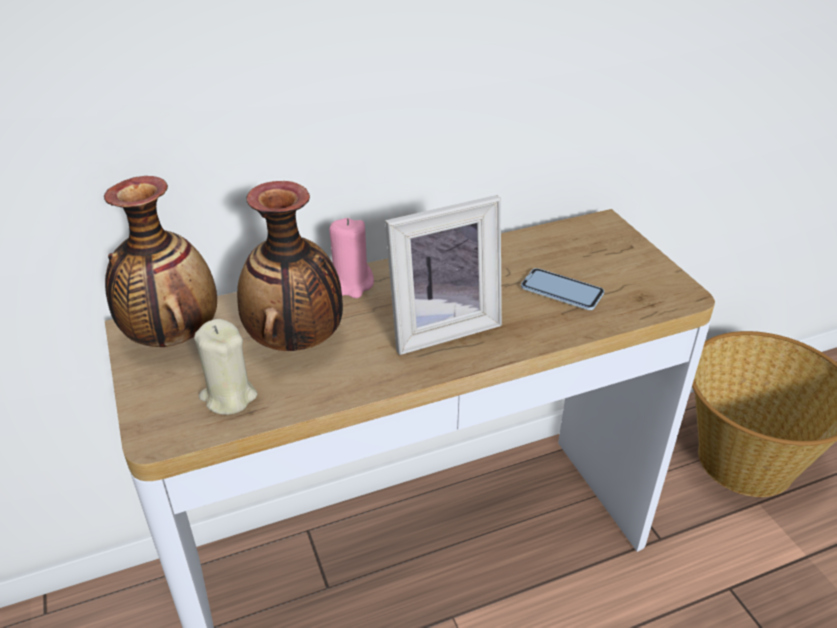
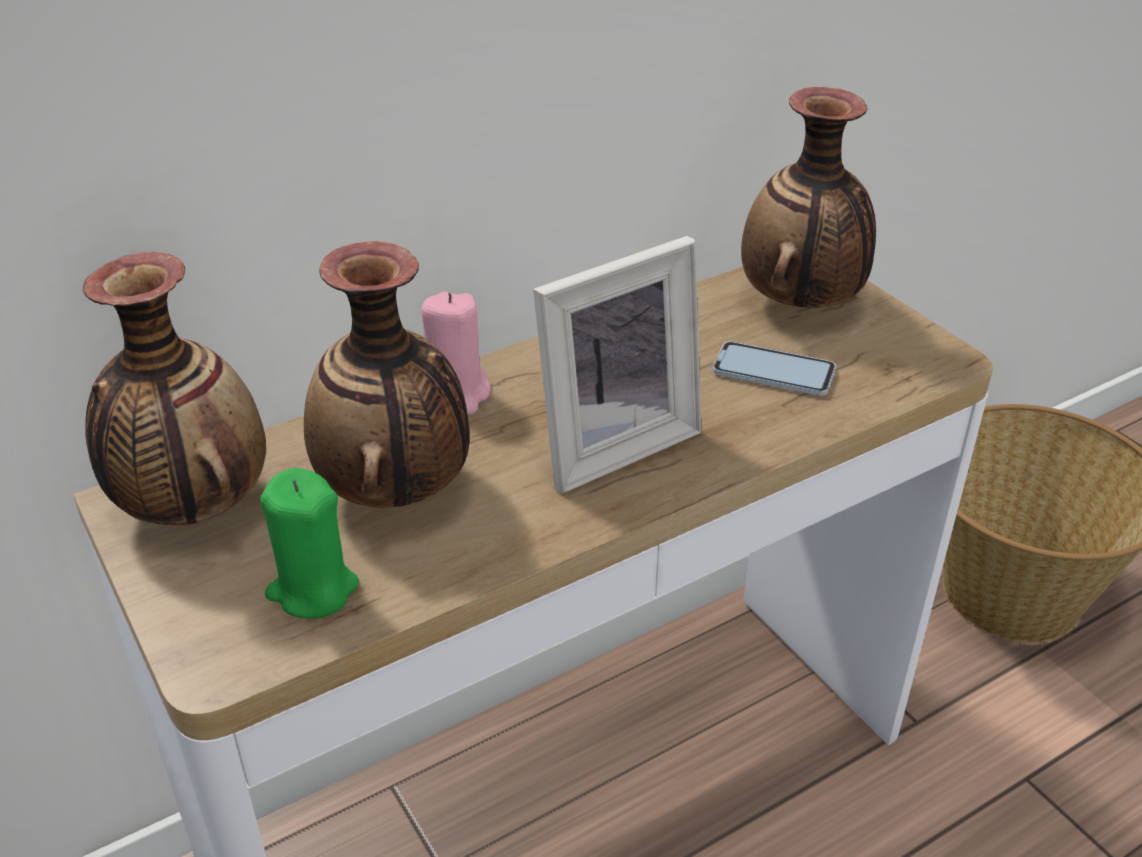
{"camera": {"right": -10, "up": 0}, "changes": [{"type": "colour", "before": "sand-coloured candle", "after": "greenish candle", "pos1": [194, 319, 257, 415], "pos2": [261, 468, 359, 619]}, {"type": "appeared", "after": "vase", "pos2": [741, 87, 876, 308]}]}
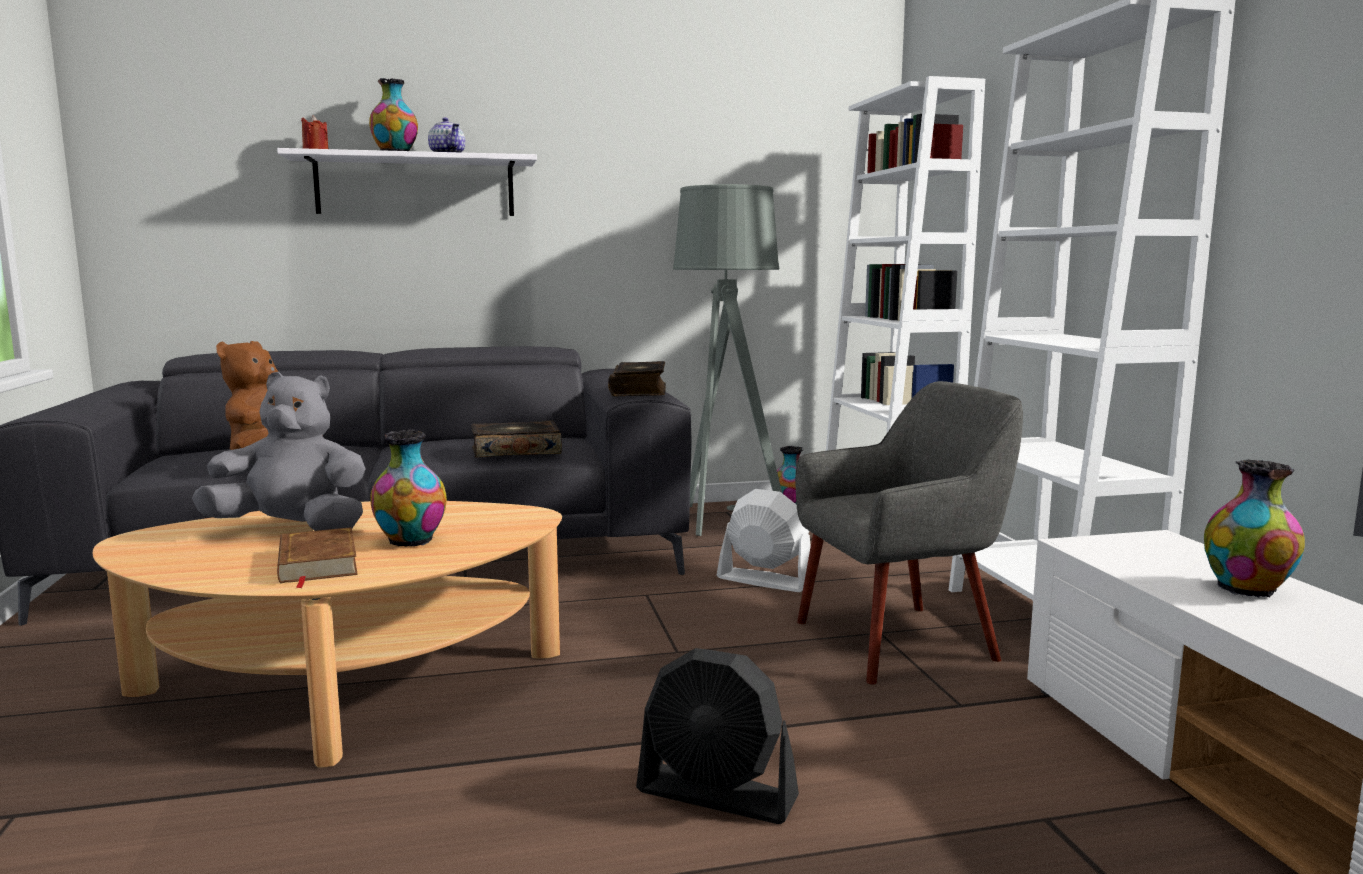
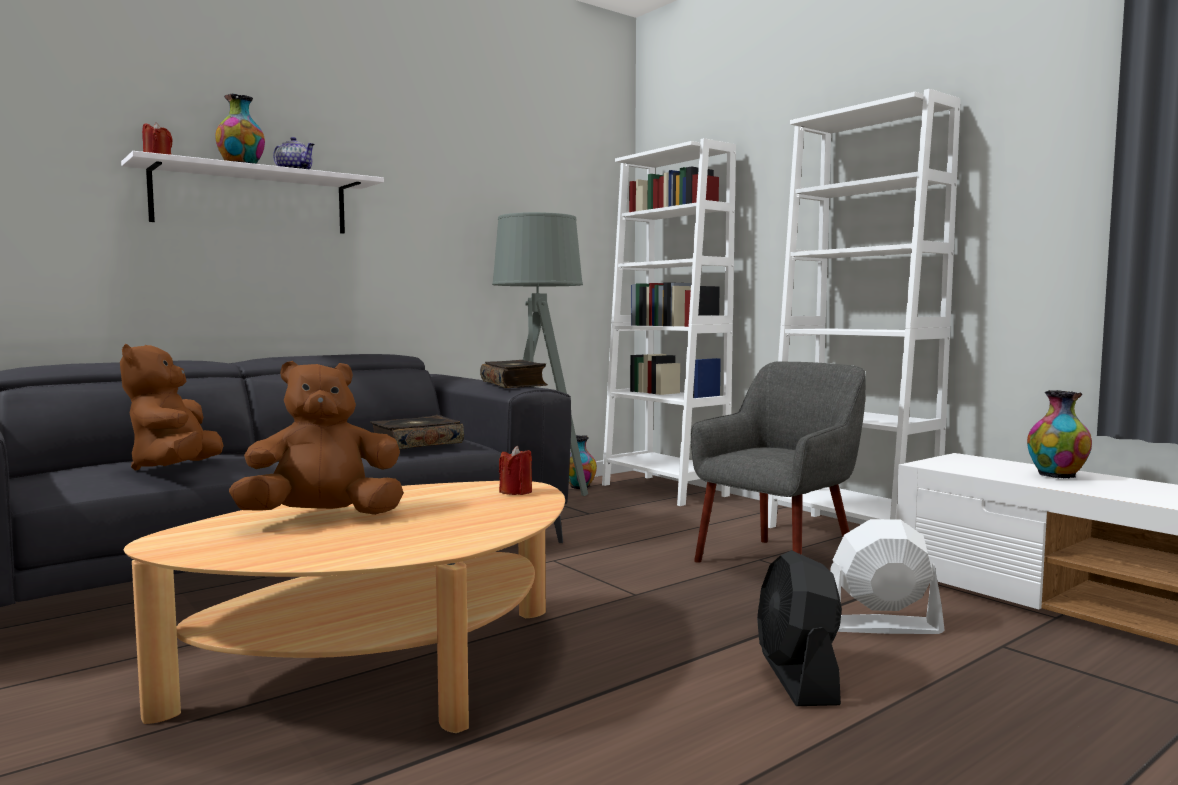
{"camera": {"right": -25, "up": -5}, "changes": [{"type": "colour", "before": "greyish plush toy", "after": "brown-coloured plush toy", "pos1": [192, 372, 366, 531], "pos2": [229, 361, 404, 515]}, {"type": "missing", "before": "brown-coloured volume", "pos1": [277, 527, 358, 588]}, {"type": "missing", "before": "vase", "pos1": [370, 429, 447, 547]}, {"type": "spun", "before": "blackish cooling fan", "pos1": [636, 648, 799, 824], "pos2": [757, 551, 842, 706], "turn": 90}, {"type": "relocated", "before": "whitish cooling fan", "pos1": [717, 489, 811, 592], "pos2": [830, 519, 945, 634]}, {"type": "appeared", "after": "reddish candle", "pos2": [499, 446, 532, 495]}]}
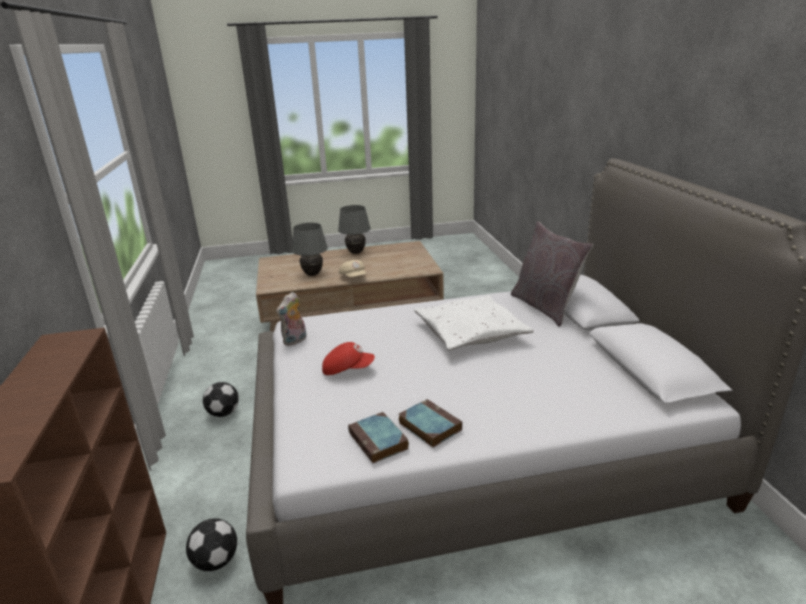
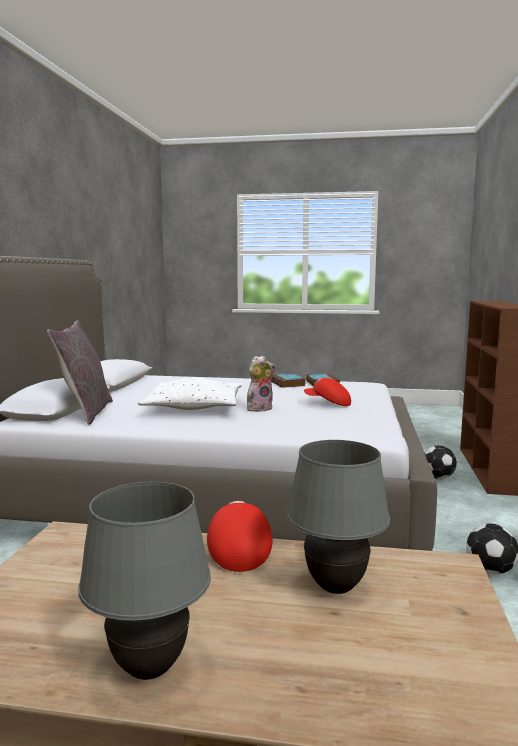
{"camera": {"right": -160, "up": -15}, "changes": [{"type": "relocated", "before": "plush toy", "pos1": [276, 292, 307, 346], "pos2": [247, 356, 276, 412]}, {"type": "colour", "before": "sand-coloured peaked cap", "after": "reddish peaked cap", "pos1": [339, 260, 366, 277], "pos2": [207, 501, 272, 572]}]}
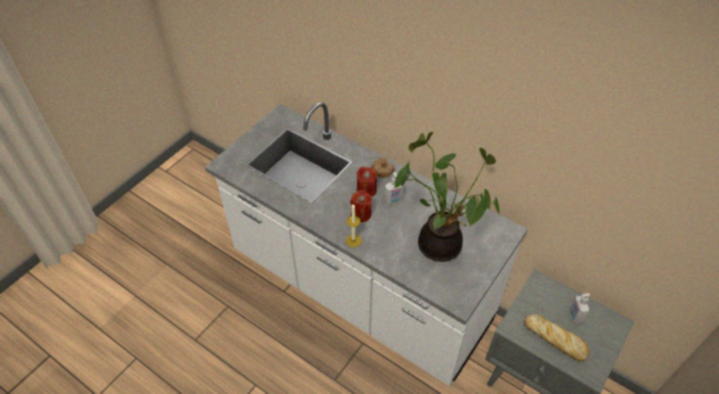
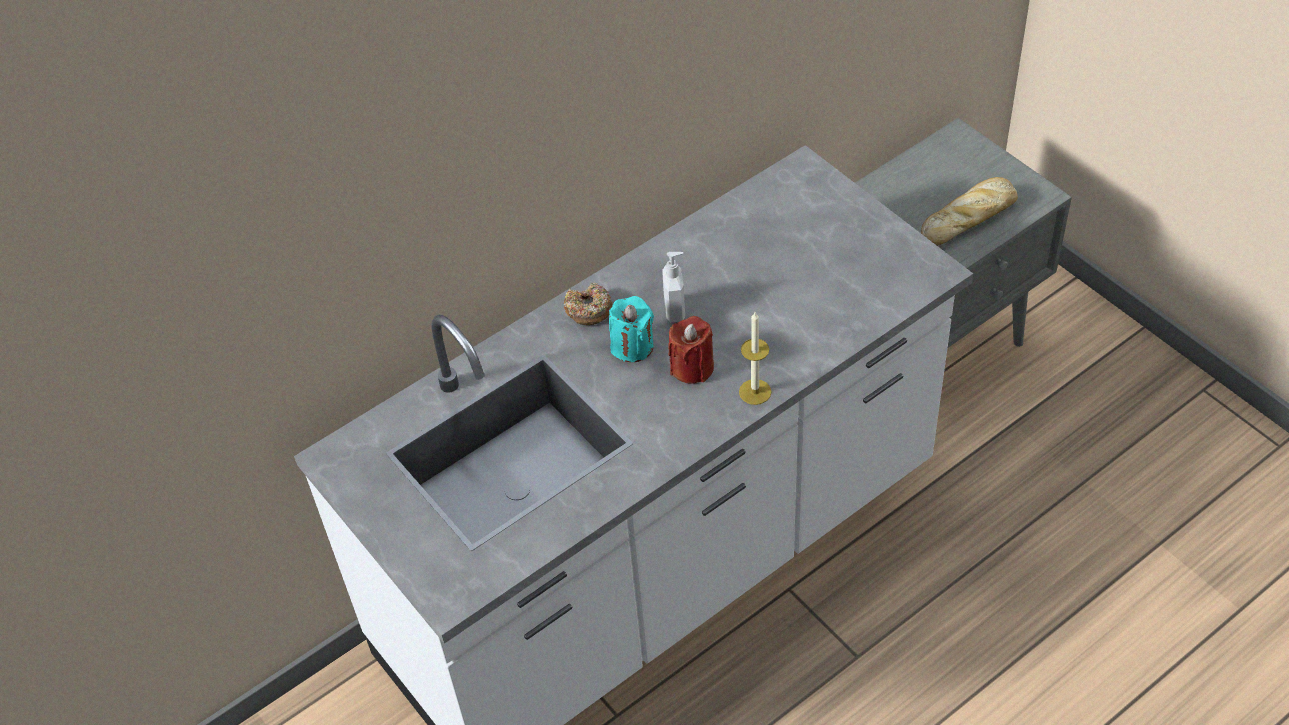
{"camera": {"right": -70, "up": 0}, "changes": [{"type": "colour", "before": "reddish candle", "after": "turquoise candle", "pos1": [357, 167, 377, 197], "pos2": [609, 296, 654, 362]}, {"type": "missing", "before": "plant in a pot", "pos1": [395, 132, 499, 262]}, {"type": "missing", "before": "soap bottle", "pos1": [570, 293, 590, 323]}]}
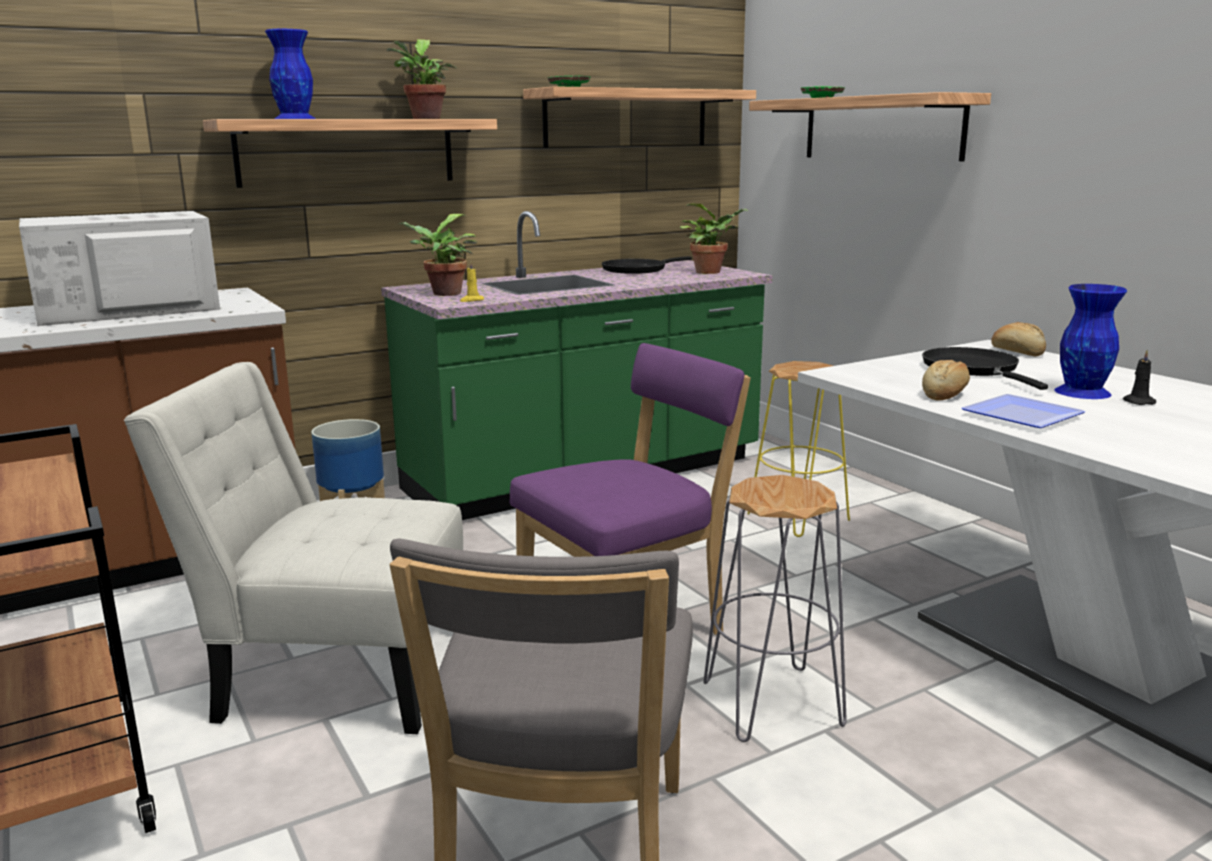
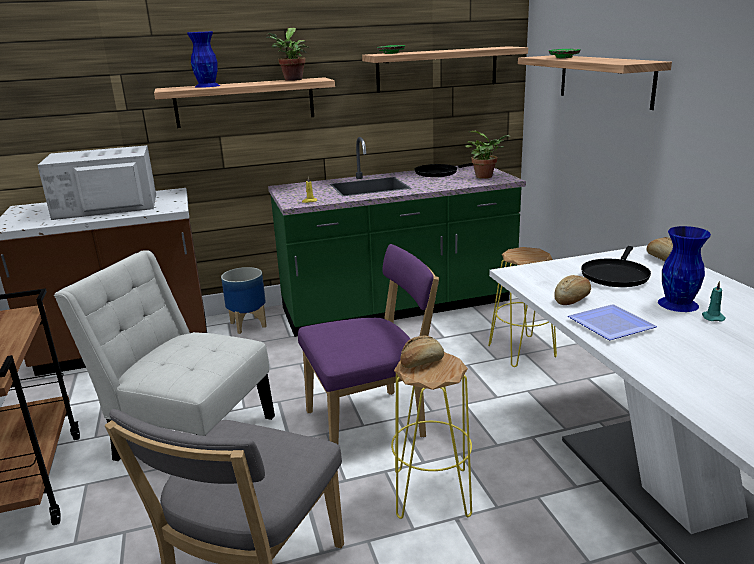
{"camera": {"right": 15, "up": 5}, "changes": [{"type": "missing", "before": "plant in a pot", "pos1": [398, 214, 478, 296]}, {"type": "colour", "before": "greyish stool", "after": "yellow stool", "pos1": [703, 475, 847, 742], "pos2": [391, 352, 472, 519]}, {"type": "spun", "before": "blackish frying pan", "pos1": [922, 347, 1048, 390], "pos2": [581, 246, 651, 287], "turn": -150}, {"type": "colour", "before": "blackish candle", "after": "turquoise candle", "pos1": [1123, 350, 1156, 405], "pos2": [702, 281, 726, 322]}, {"type": "appeared", "after": "baked bread", "pos2": [400, 336, 444, 368]}]}
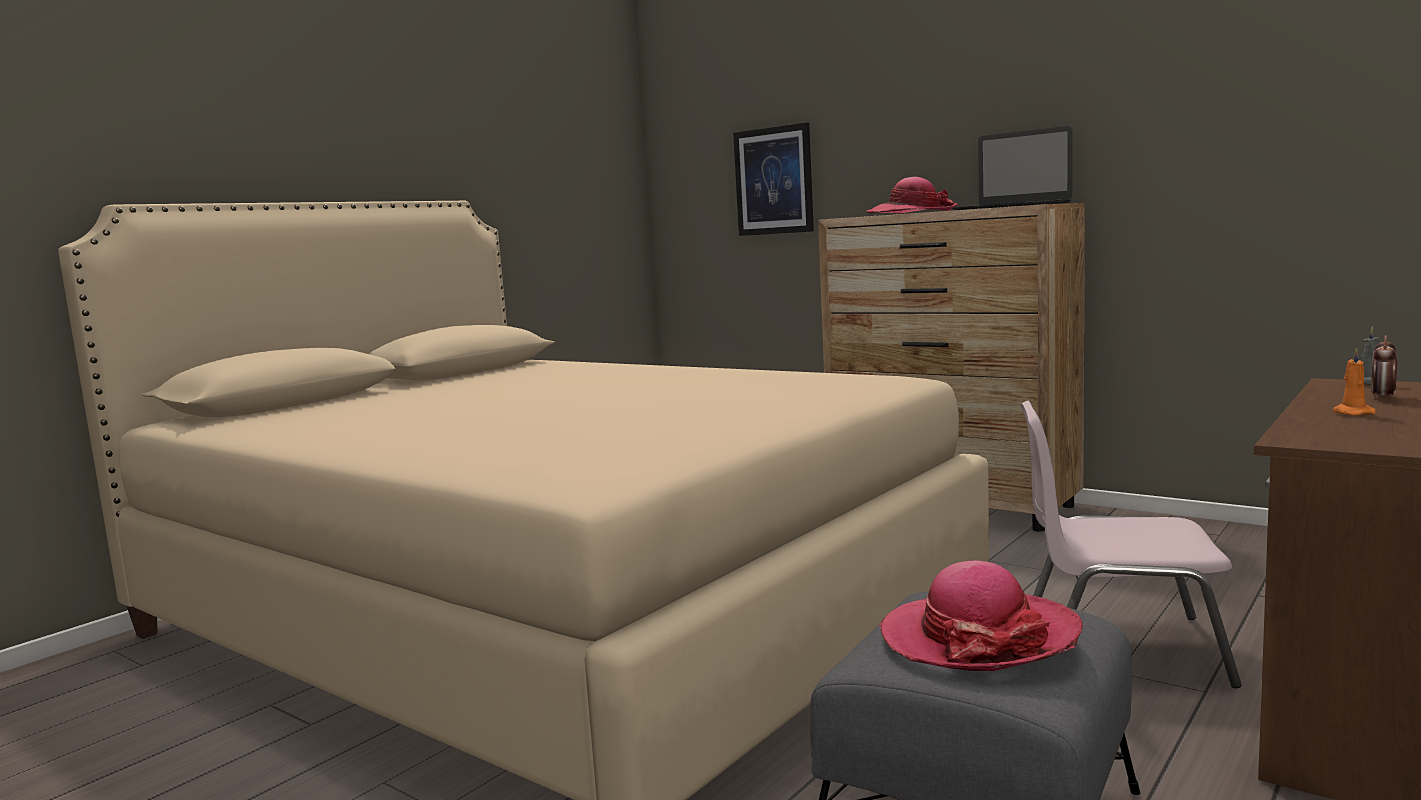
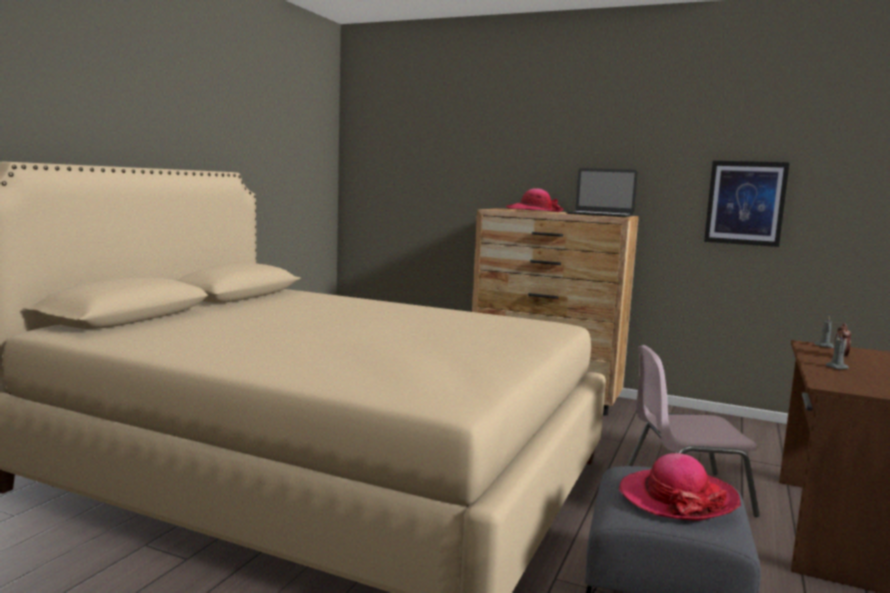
{"camera": {"right": -15, "up": 0}, "changes": [{"type": "relocated", "before": "picture", "pos1": [733, 122, 814, 236], "pos2": [704, 161, 790, 247]}, {"type": "colour", "before": "orange candle", "after": "greyish candle", "pos1": [1332, 347, 1376, 416], "pos2": [825, 332, 849, 370]}]}
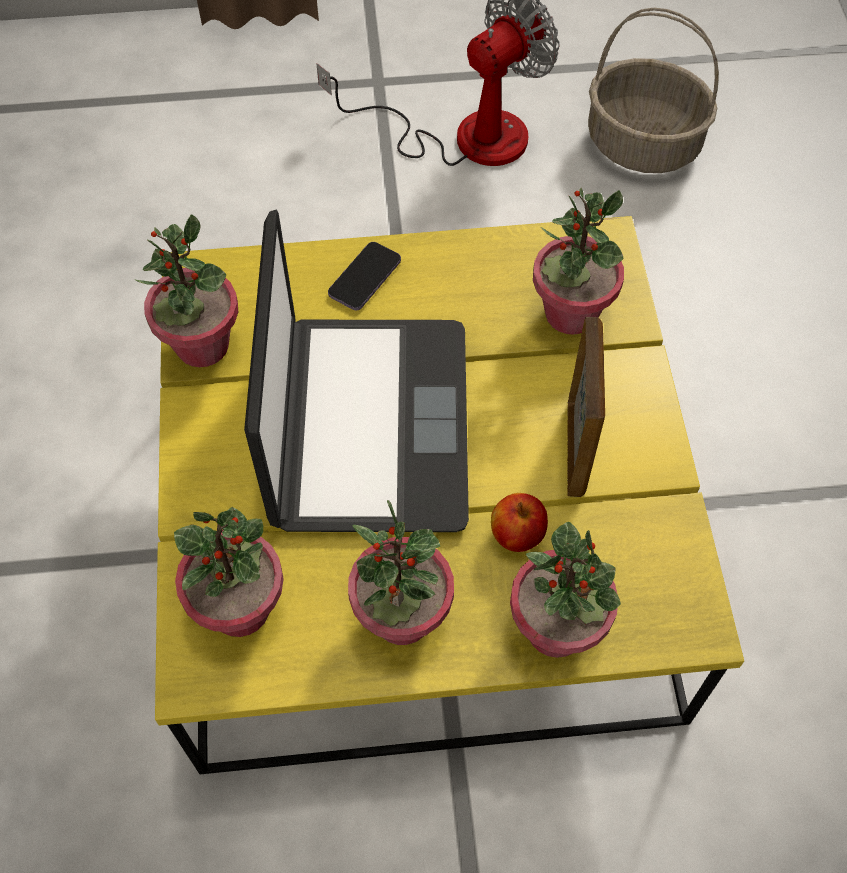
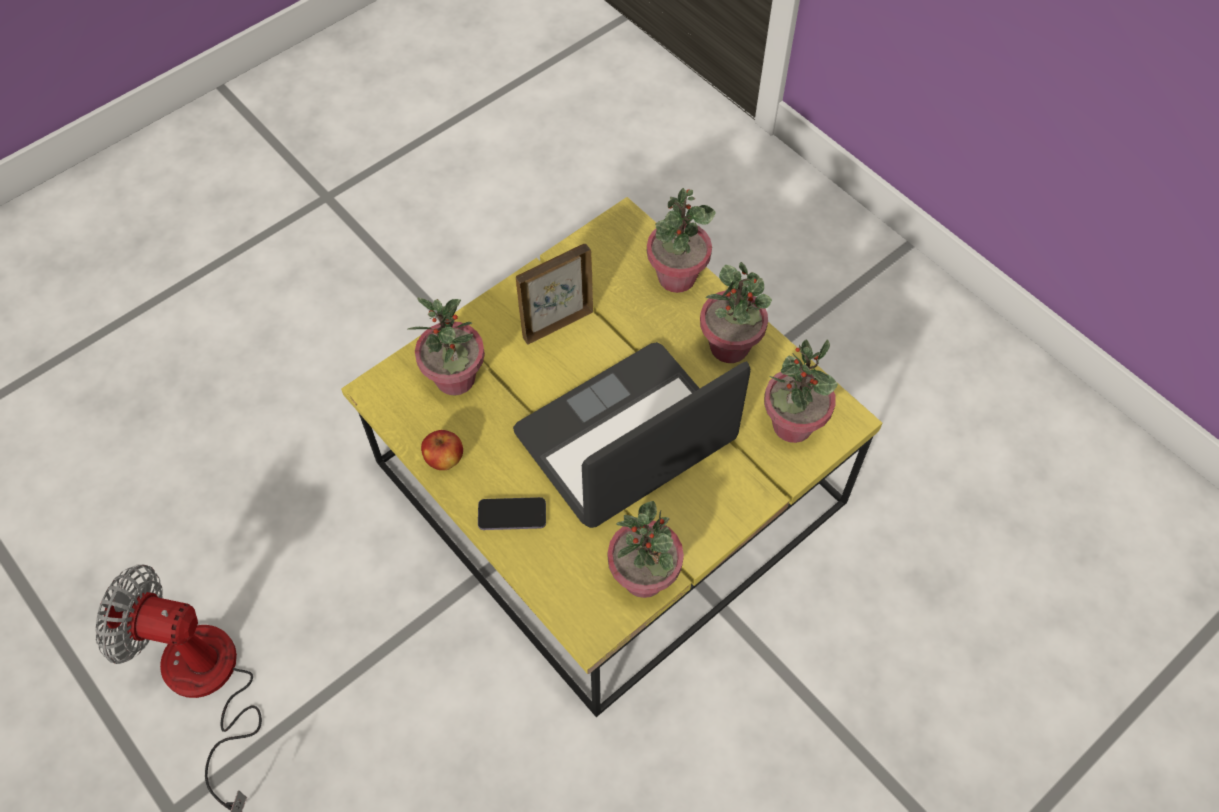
{"camera": {"right": -125, "up": 0}, "changes": [{"type": "relocated", "before": "apple fruit", "pos1": [491, 493, 548, 552], "pos2": [421, 430, 463, 470]}, {"type": "missing", "before": "household basket", "pos1": [588, 8, 719, 173]}]}
